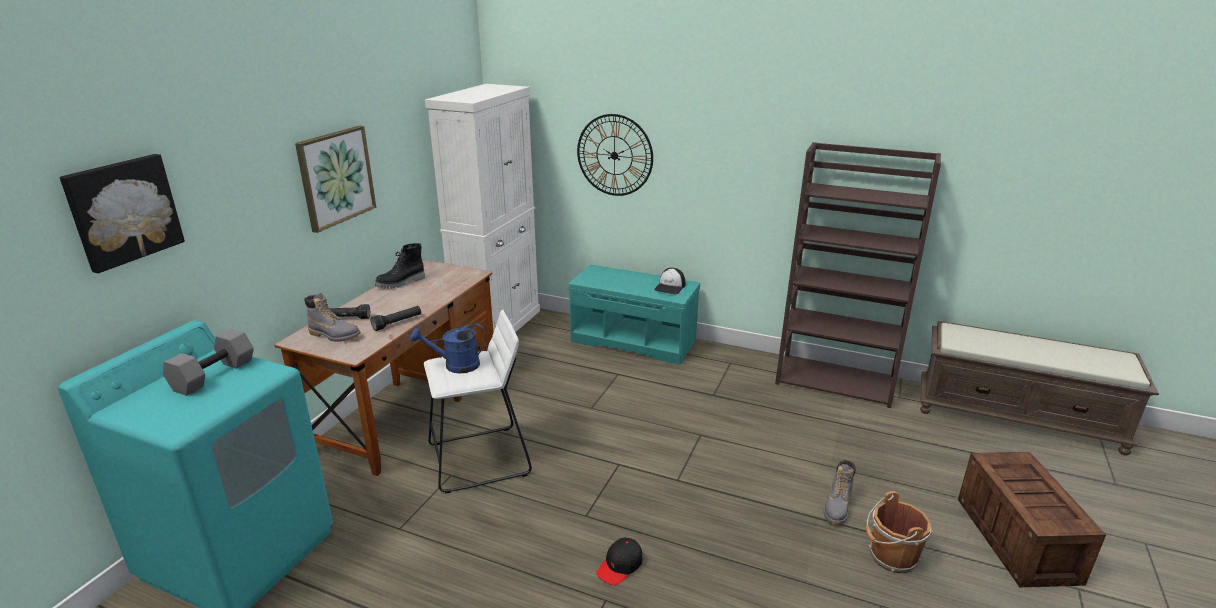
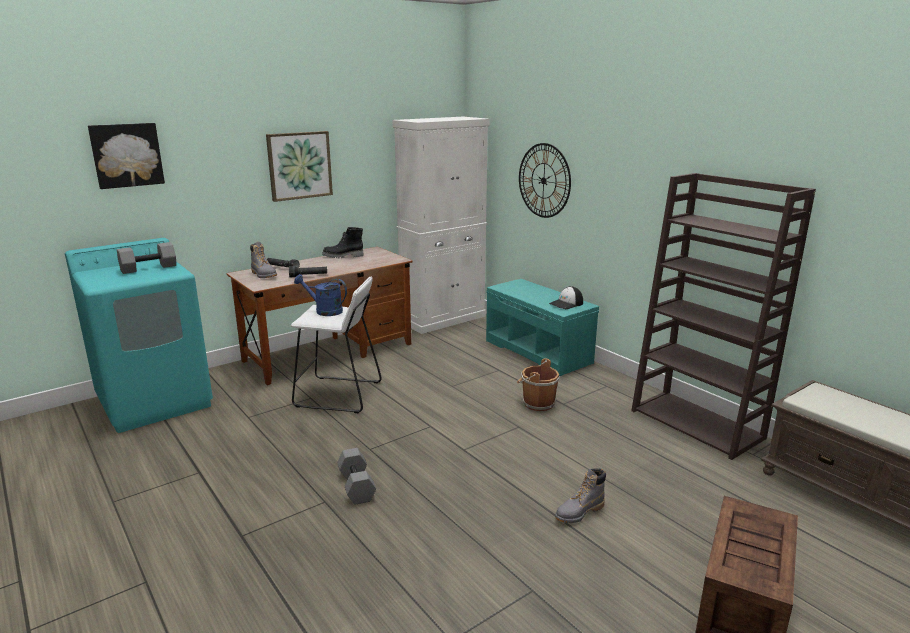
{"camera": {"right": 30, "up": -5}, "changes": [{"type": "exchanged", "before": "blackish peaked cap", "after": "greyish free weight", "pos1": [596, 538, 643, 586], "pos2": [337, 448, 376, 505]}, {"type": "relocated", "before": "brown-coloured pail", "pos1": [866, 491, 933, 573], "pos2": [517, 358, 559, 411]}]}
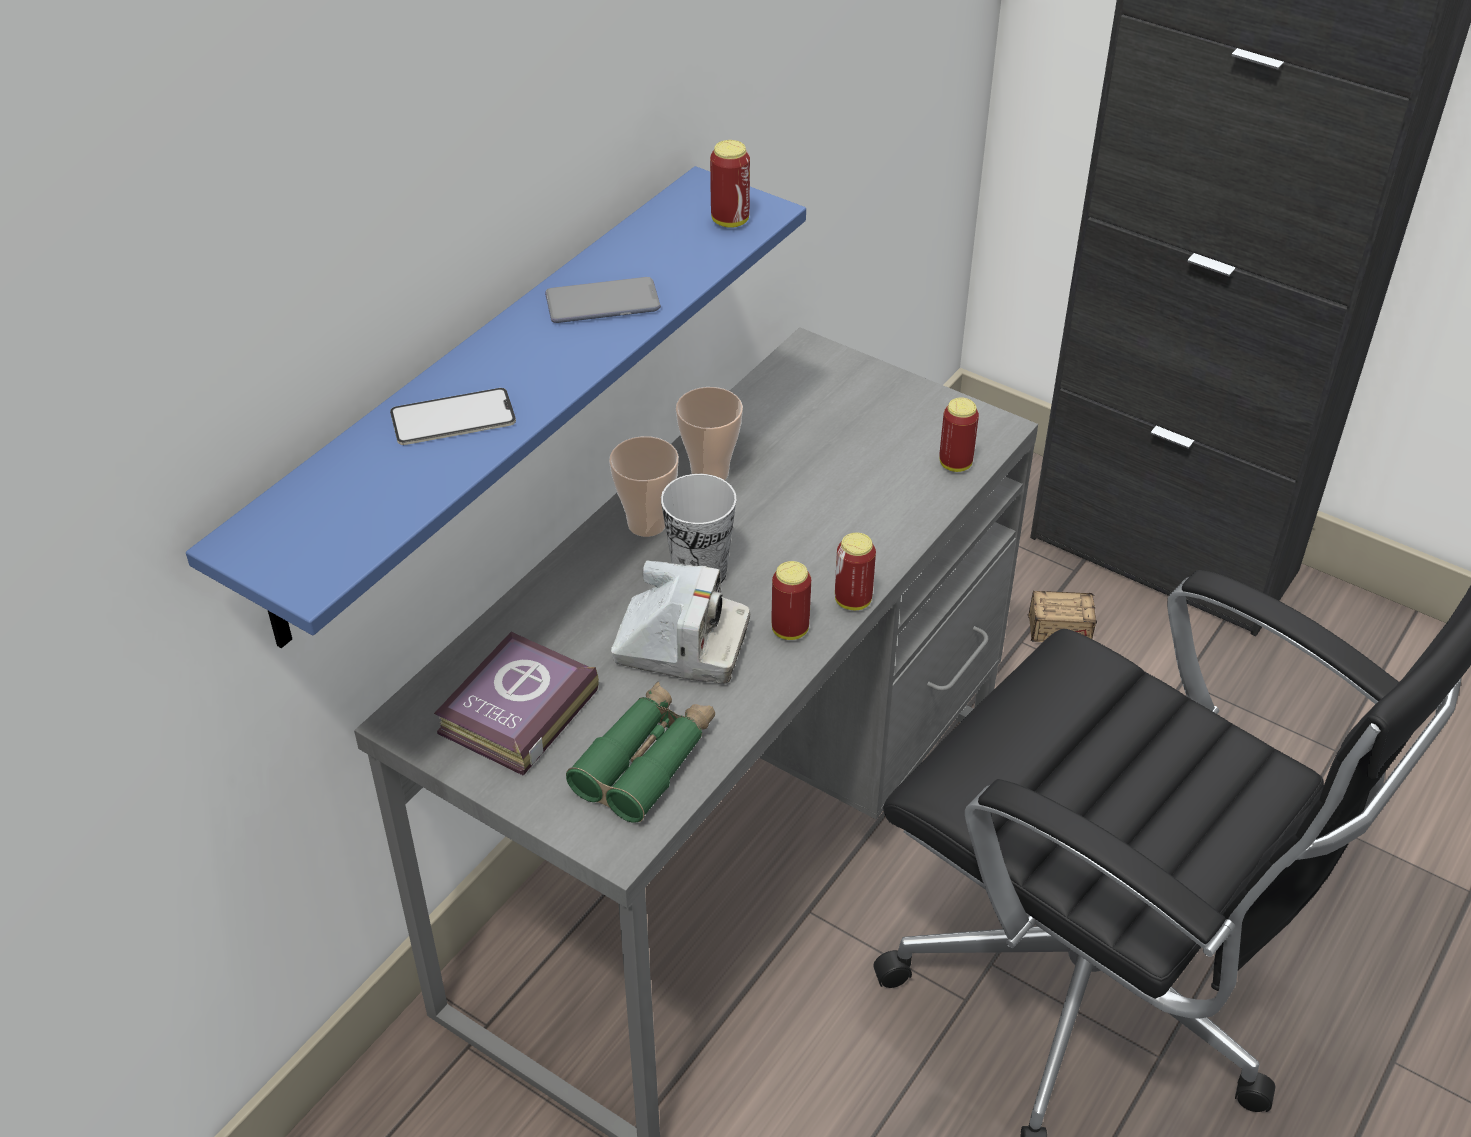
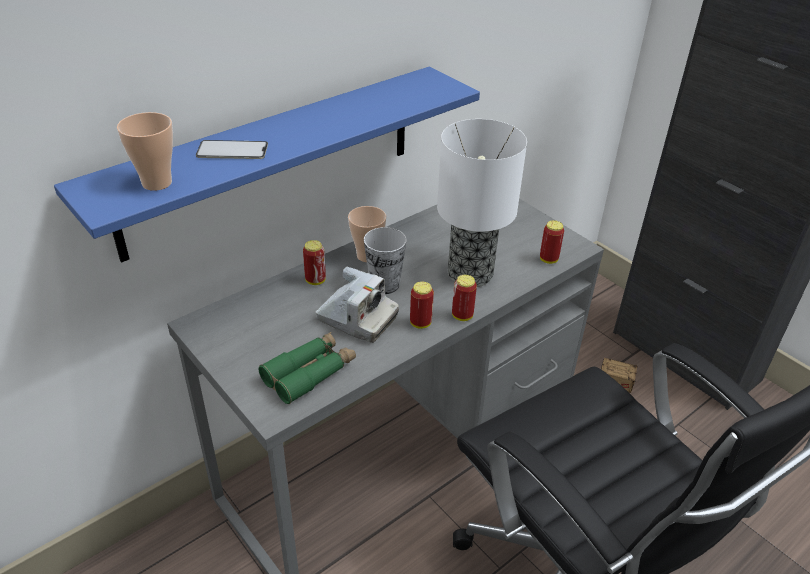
{"camera": {"right": 15, "up": -5}, "changes": [{"type": "missing", "before": "volume", "pos1": [434, 632, 599, 776]}, {"type": "missing", "before": "telephone", "pos1": [545, 277, 661, 323]}, {"type": "relocated", "before": "cup", "pos1": [676, 387, 743, 480], "pos2": [117, 112, 173, 191]}, {"type": "relocated", "before": "can", "pos1": [710, 140, 750, 228], "pos2": [303, 240, 326, 285]}, {"type": "appeared", "after": "lamp for a table", "pos2": [437, 119, 527, 287]}]}
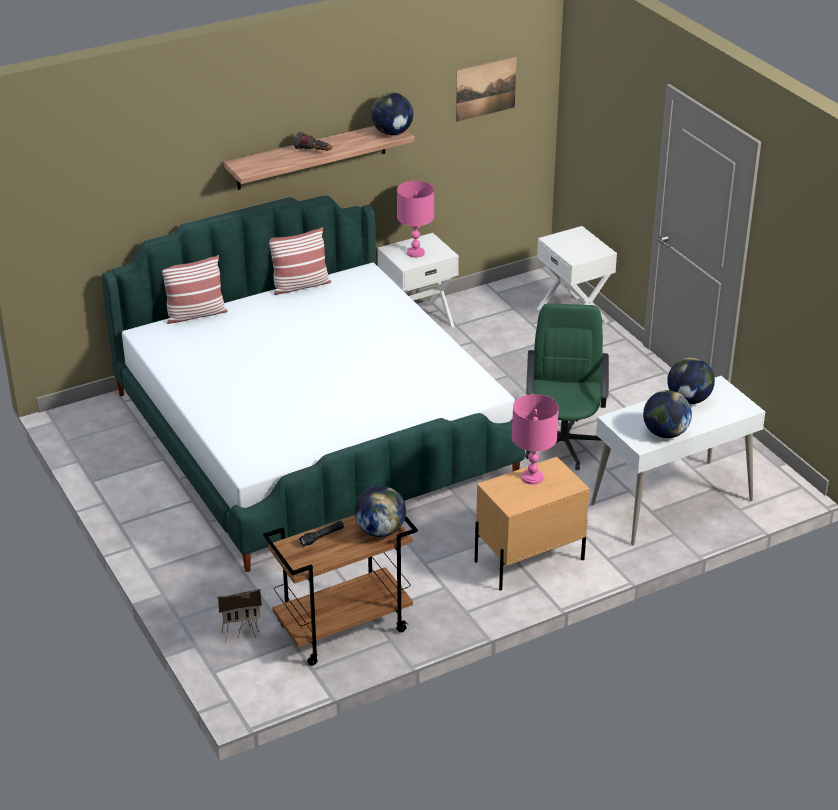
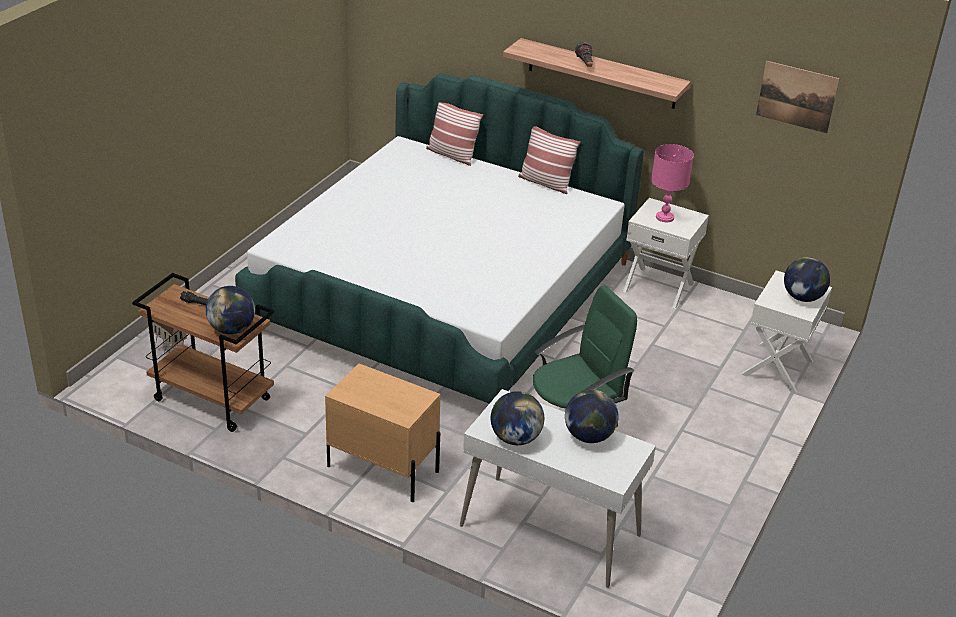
{"camera": {"right": 55, "up": 0}, "changes": [{"type": "relocated", "before": "globe", "pos1": [371, 93, 413, 135], "pos2": [784, 257, 830, 302]}, {"type": "missing", "before": "pink lamp for a table", "pos1": [512, 394, 559, 485]}]}
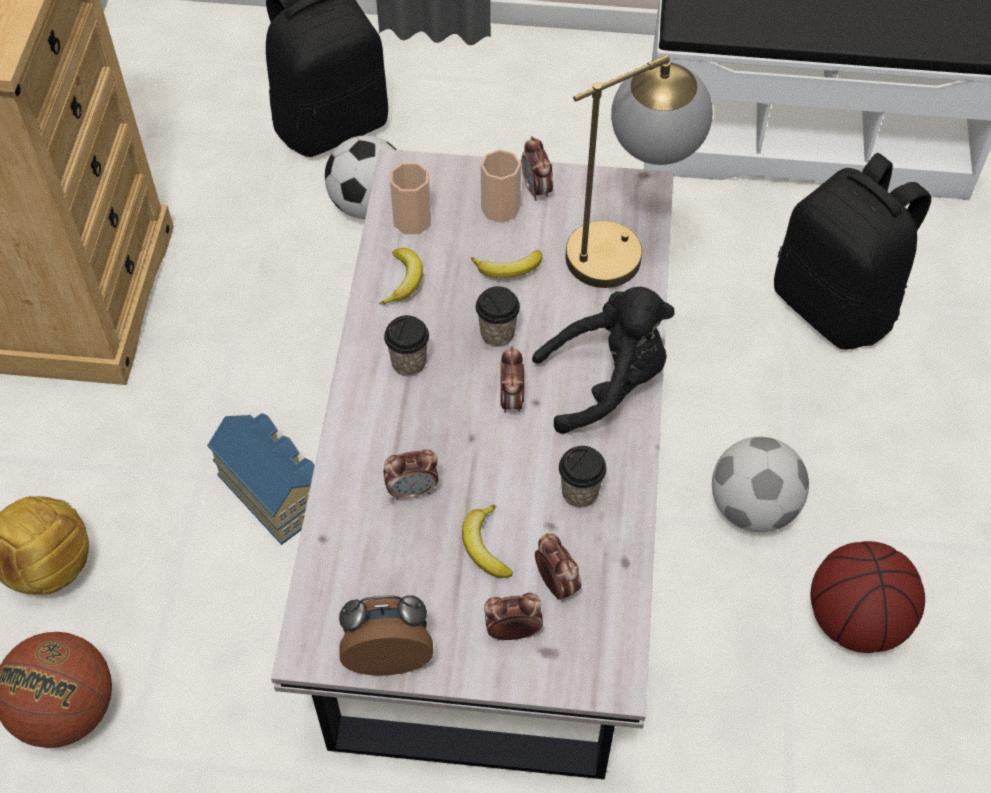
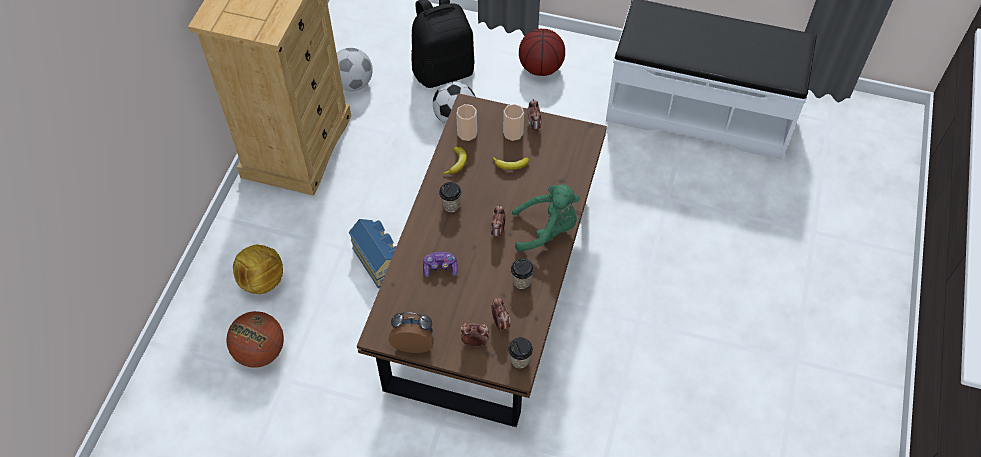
{"camera": {"right": 10, "up": 0}, "changes": [{"type": "colour", "before": "whitish low table", "after": "brown-coloured low table", "pos1": [271, 149, 673, 779], "pos2": [357, 93, 607, 427]}, {"type": "exchanged", "before": "alarm clock", "after": "game controller", "pos1": [383, 449, 438, 500], "pos2": [423, 252, 458, 277]}, {"type": "missing", "before": "banana", "pos1": [462, 505, 513, 578]}, {"type": "relocated", "before": "cup", "pos1": [476, 286, 520, 347], "pos2": [508, 337, 533, 369]}, {"type": "colour", "before": "blackish plush toy", "after": "greenish plush toy", "pos1": [532, 287, 674, 434], "pos2": [512, 185, 579, 252]}, {"type": "missing", "before": "lamp for a table", "pos1": [566, 55, 713, 288]}, {"type": "relocated", "before": "football", "pos1": [712, 437, 809, 532], "pos2": [337, 48, 373, 91]}, {"type": "missing", "before": "blackish rucksack", "pos1": [774, 153, 931, 350]}, {"type": "relocated", "before": "basketball", "pos1": [811, 541, 925, 653], "pos2": [519, 29, 565, 76]}]}
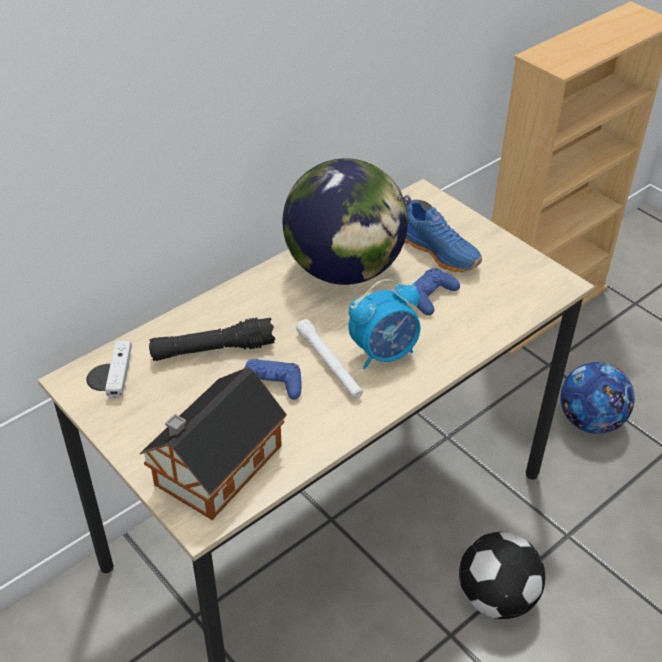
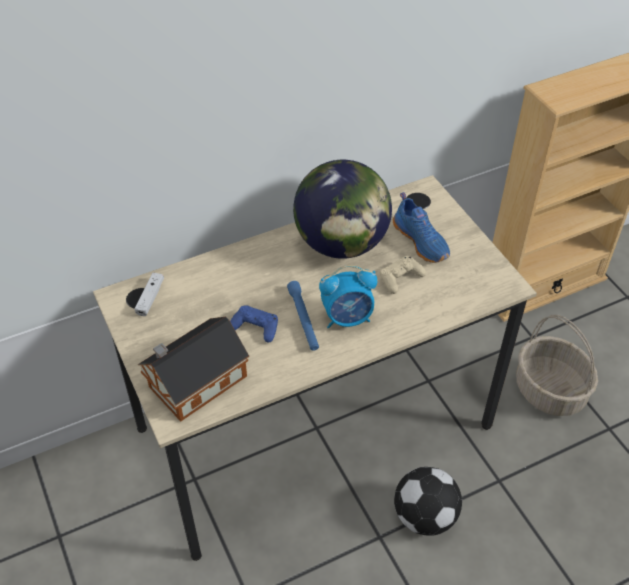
{"camera": {"right": 15, "up": 5}, "changes": [{"type": "missing", "before": "blackish hand torch", "pos1": [149, 318, 275, 361]}, {"type": "colour", "before": "whitish hand torch", "after": "bluish hand torch", "pos1": [296, 319, 363, 398], "pos2": [287, 281, 319, 351]}, {"type": "colour", "before": "bluish game controller", "after": "sand-coloured game controller", "pos1": [415, 268, 460, 315], "pos2": [380, 256, 426, 294]}, {"type": "exchanged", "before": "football", "after": "household basket", "pos1": [560, 362, 635, 434], "pos2": [516, 315, 598, 416]}]}
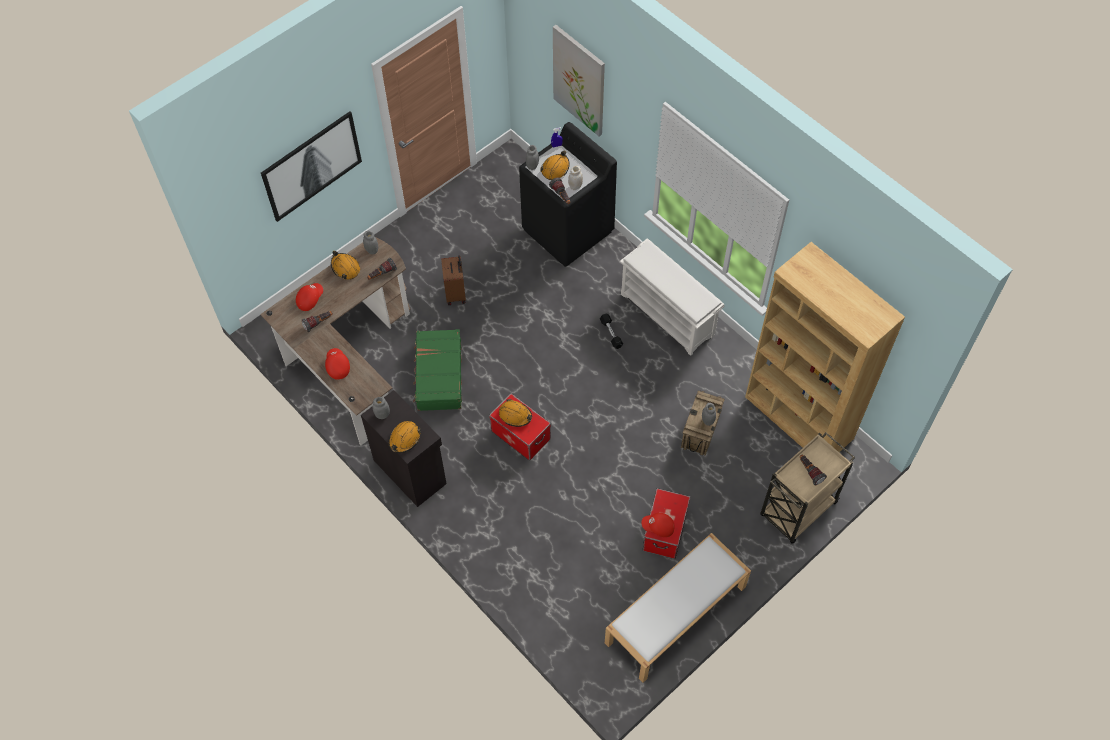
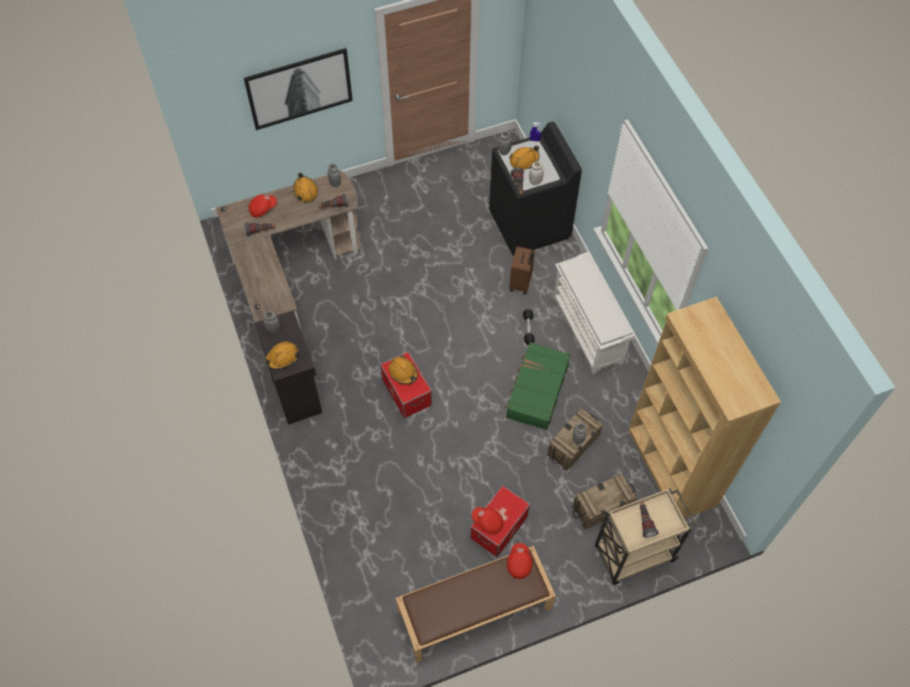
{"camera": {"right": 20, "up": 0}, "changes": [{"type": "relocated", "before": "reddish peaked cap", "pos1": [325, 348, 350, 380], "pos2": [507, 543, 532, 579]}, {"type": "relocated", "before": "greenish piece of luggage", "pos1": [413, 329, 462, 411], "pos2": [505, 342, 571, 430]}, {"type": "relocated", "before": "brown-coloured piece of luggage", "pos1": [441, 255, 466, 305], "pos2": [509, 247, 535, 295]}, {"type": "missing", "before": "picture", "pos1": [553, 25, 605, 136]}, {"type": "colour", "before": "whitish long seat", "after": "brown-coloured long seat", "pos1": [605, 533, 751, 683], "pos2": [396, 546, 556, 663]}, {"type": "appeared", "after": "shipping crate", "pos2": [572, 474, 637, 529]}]}
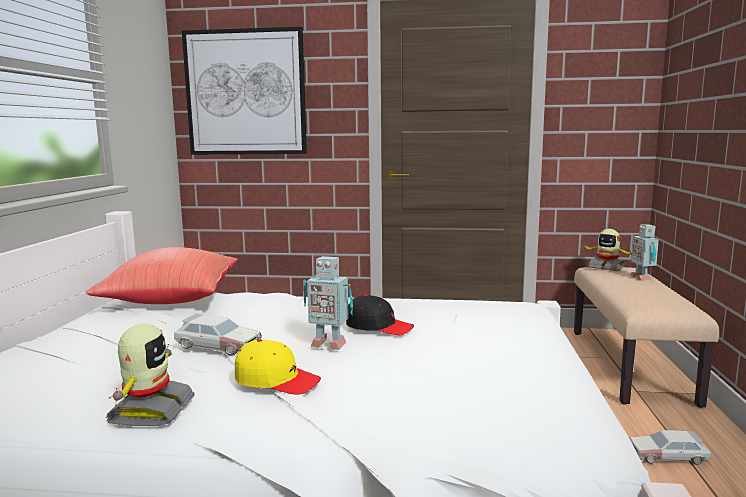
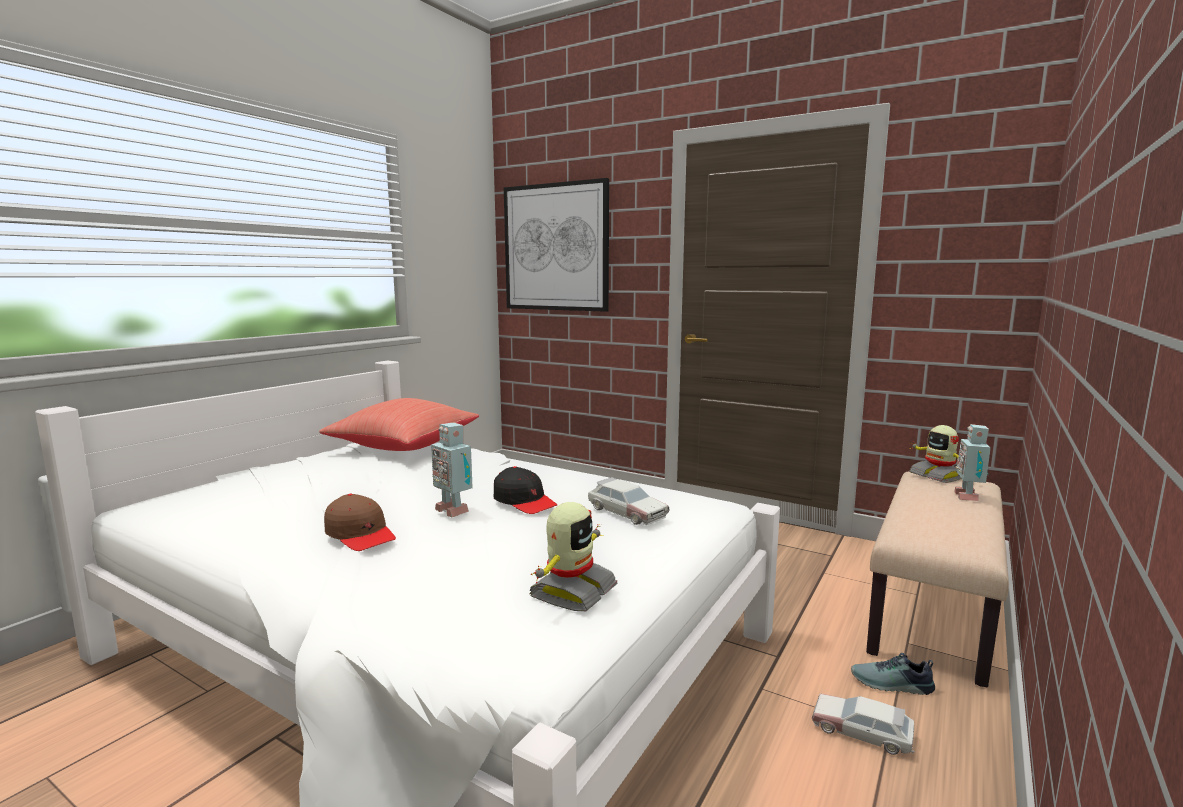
{"camera": {"right": 25, "up": 0}, "changes": [{"type": "relocated", "before": "toy robot", "pos1": [106, 324, 195, 426], "pos2": [529, 502, 618, 611]}, {"type": "relocated", "before": "model car", "pos1": [174, 314, 262, 356], "pos2": [588, 477, 670, 525]}, {"type": "colour", "before": "yellow peaked cap", "after": "brown-coloured peaked cap", "pos1": [235, 339, 321, 395], "pos2": [324, 494, 396, 551]}, {"type": "appeared", "after": "low shoe", "pos2": [851, 653, 935, 695]}]}
